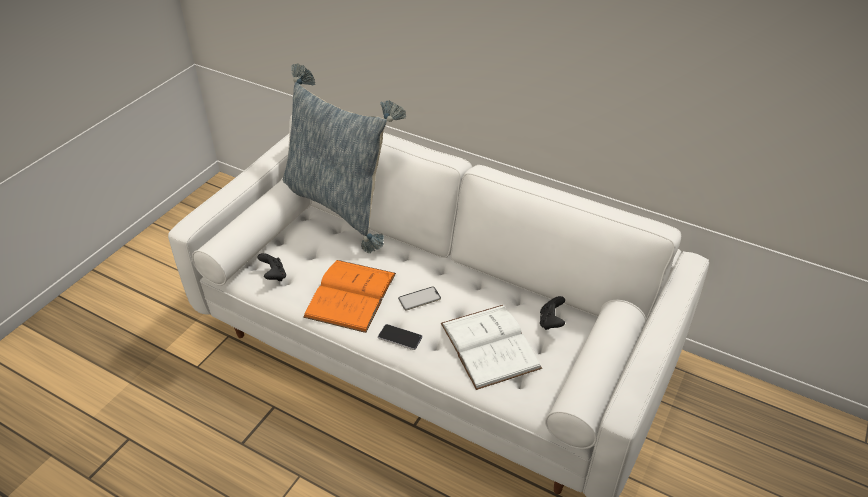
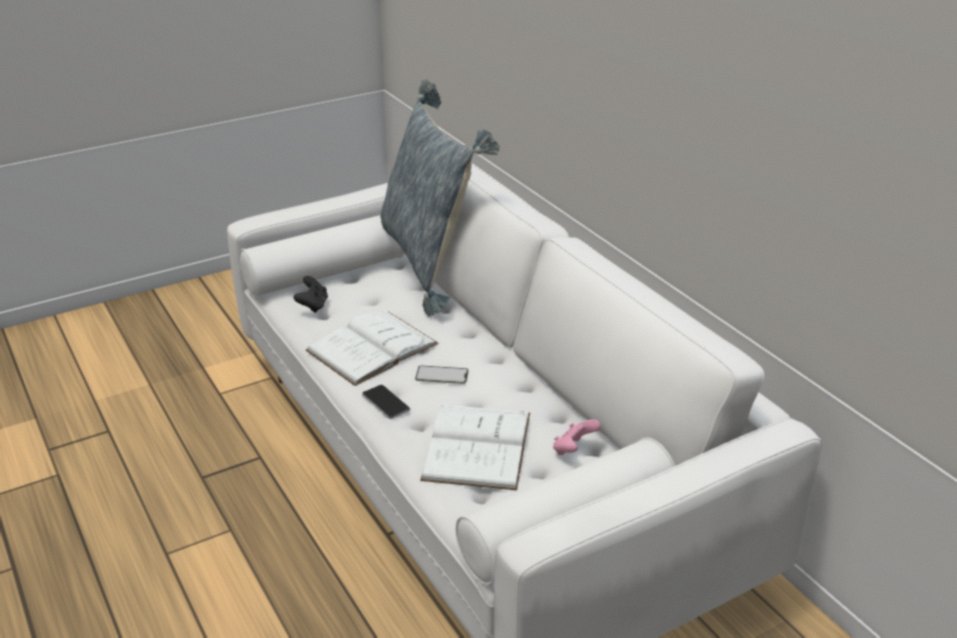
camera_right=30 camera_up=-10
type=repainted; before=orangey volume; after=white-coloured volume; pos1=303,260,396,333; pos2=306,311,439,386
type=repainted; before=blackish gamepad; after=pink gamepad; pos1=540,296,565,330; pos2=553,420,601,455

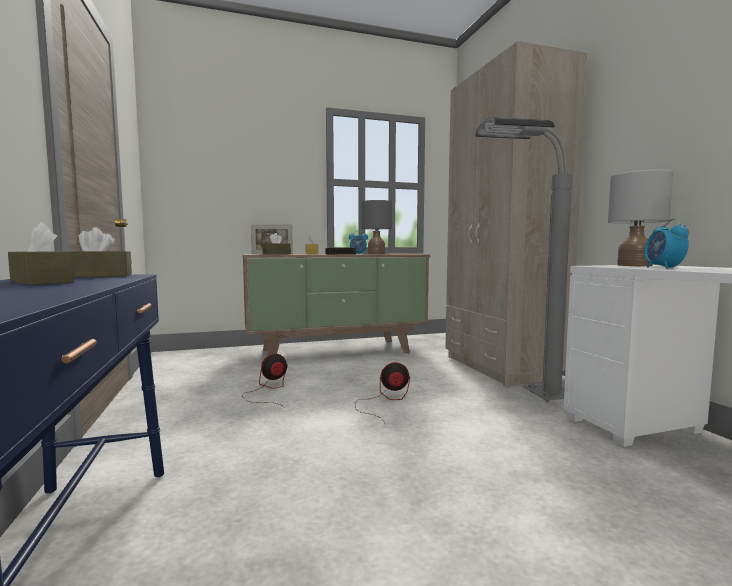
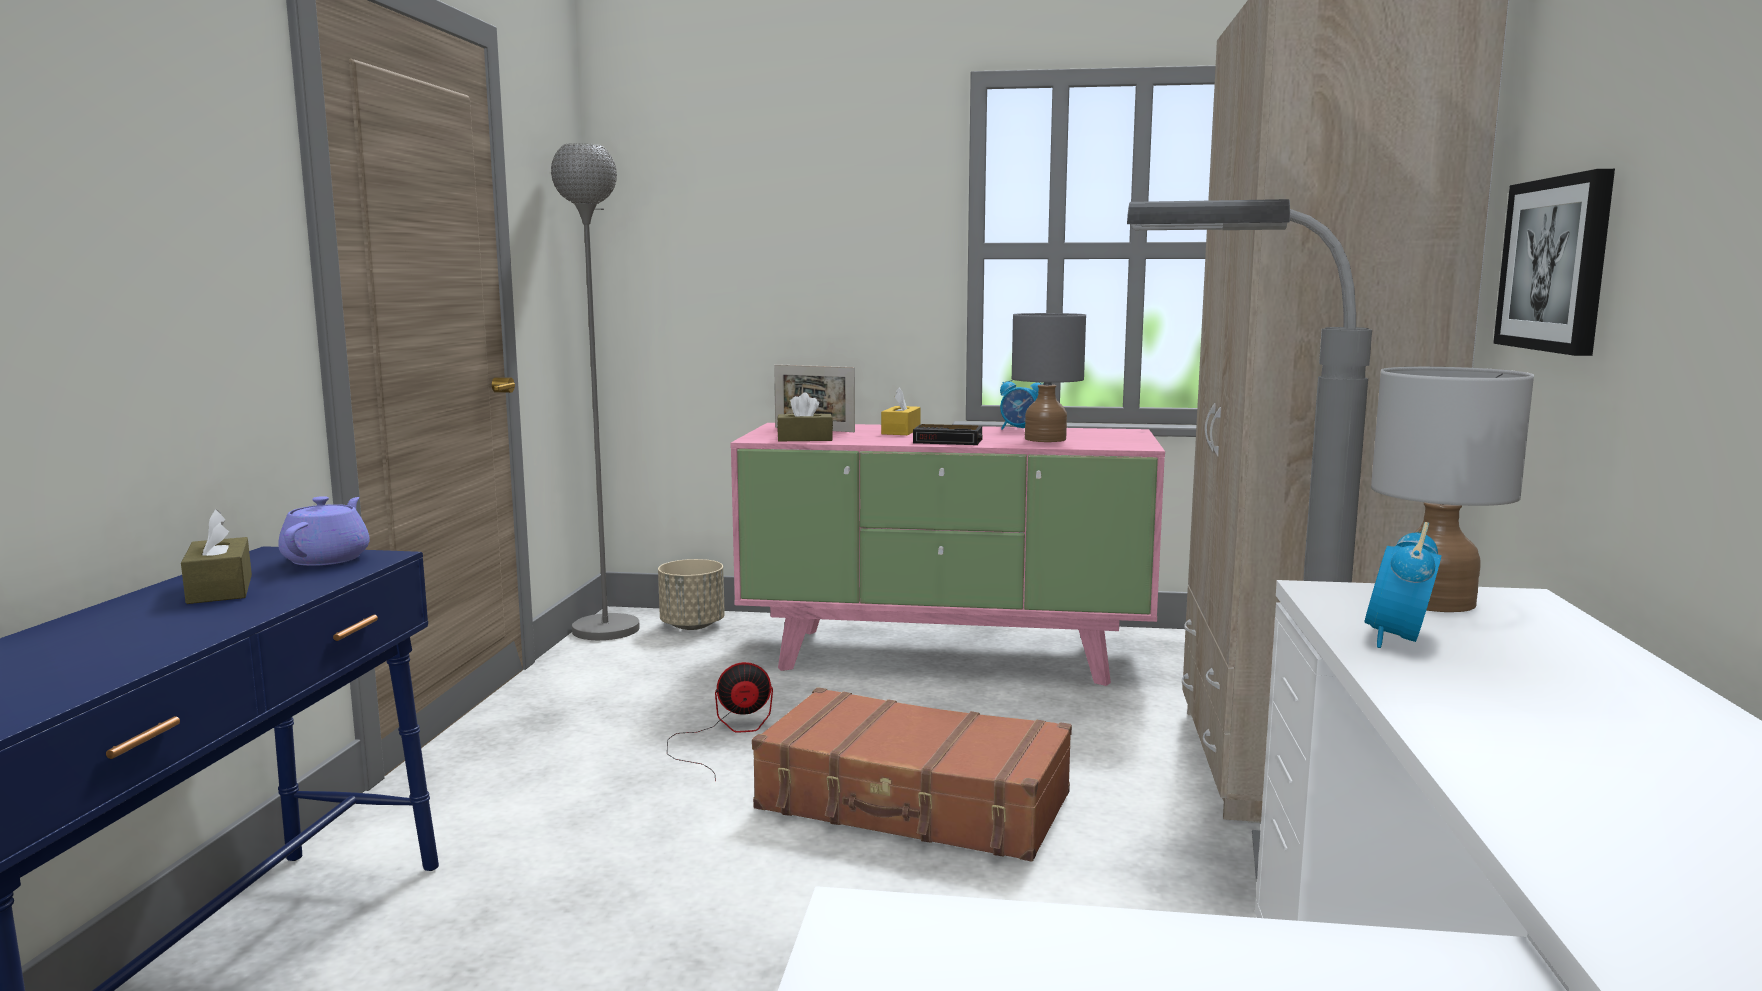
camera_right=25 camera_up=5
type=new; after=grey standing lamp; pos2=551,143,640,640
type=new; after=sand-coloured plant pot; pos2=658,559,725,630
type=new; after=picture; pos2=1493,169,1615,356
type=swapped; before=brownish box of tissues; after=purplish pot for tea; pos1=59,227,132,277; pos2=278,496,370,566
type=swapped; before=electric fan; after=brownish piece of luggage; pos1=355,362,410,424; pos2=752,688,1072,862
type=repainted; before=greenish drawer chest; after=pink drawer chest; pos1=243,254,429,356; pos2=730,423,1165,686

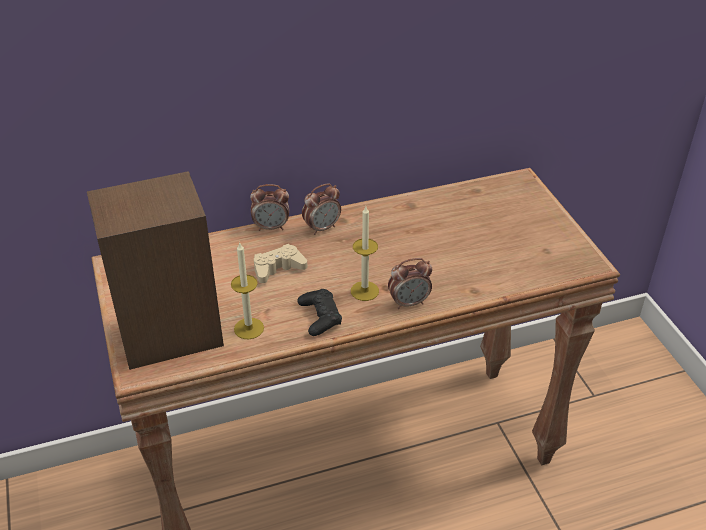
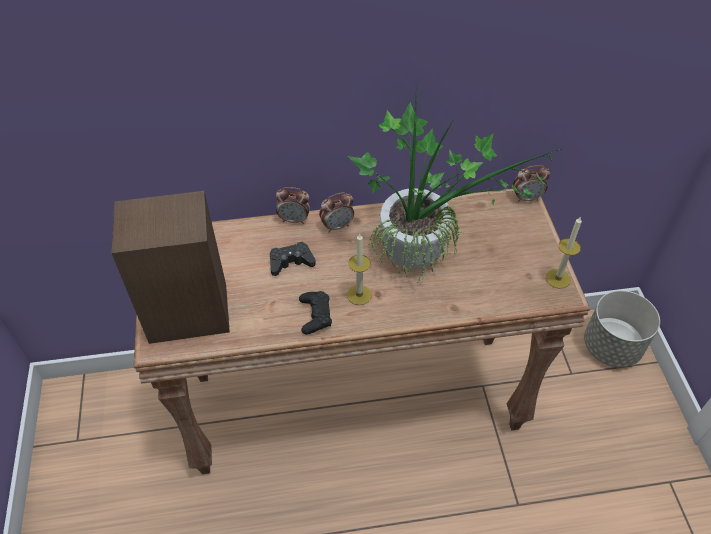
camera_right=10 camera_up=10
type=new; after=potted plant; pos2=348,81,561,285
type=new; after=grey plant pot; pos2=584,290,660,367
type=shifted; before=candle; pos1=231,242,264,339; pos2=546,216,582,289
type=shifted; before=table clock; pos1=388,258,432,309; pos2=513,165,550,202
type=repainted; before=sand-coloured gamepad; after=blackish gamepad; pos1=254,244,308,283; pos2=270,242,316,276

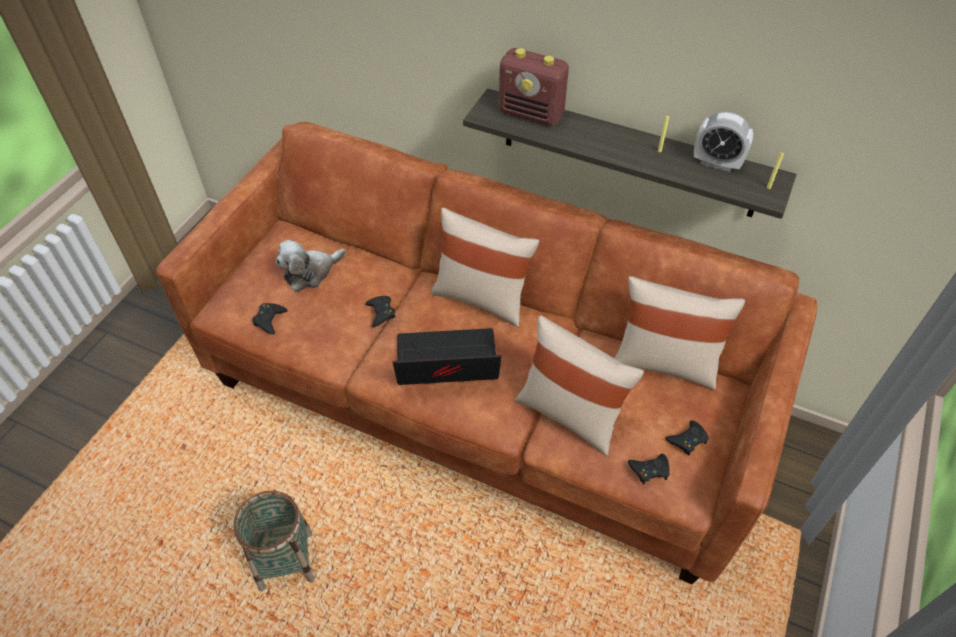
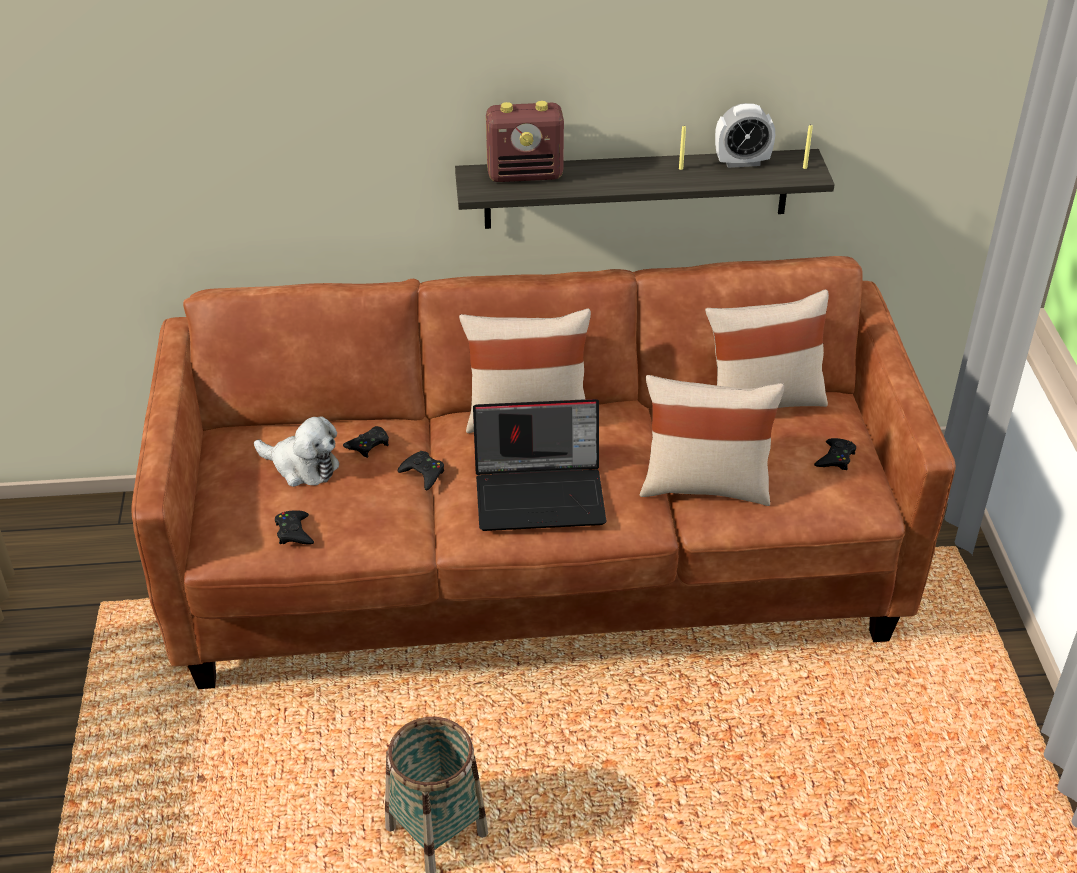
camera_right=-30 camera_up=-10
type=shifted; before=blackish gamepad; pos1=628,454,670,485; pos2=343,426,389,458
type=rotated; before=cuddly toy; pos1=276,240,346,292; pos2=254,416,340,487; turn=-90
type=rotated; before=laptop; pos1=393,328,502,385; pos2=473,399,606,531; turn=-150

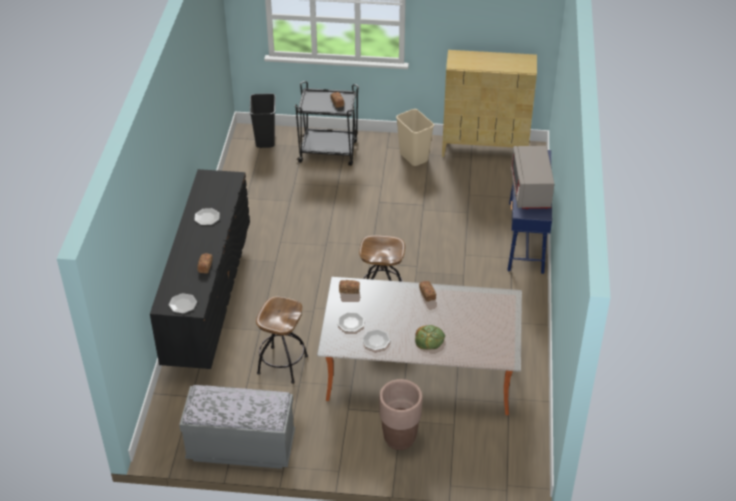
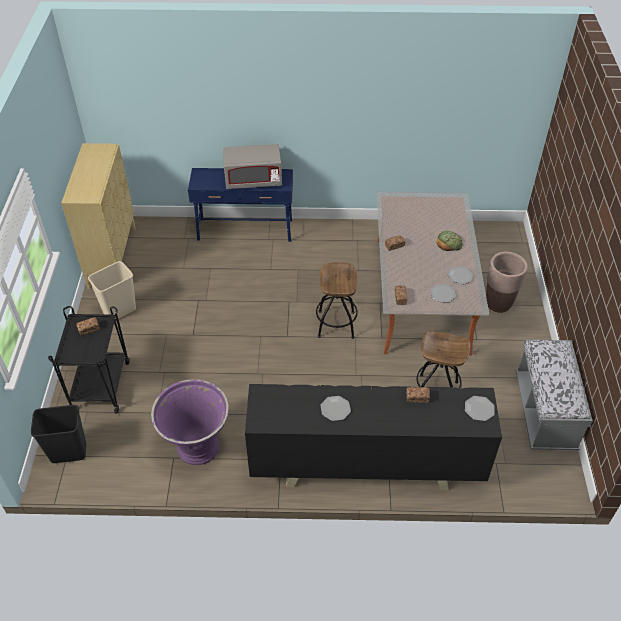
camera_right=-95 camera_up=5
type=new; after=purplish plant pot; pos2=151,379,229,465

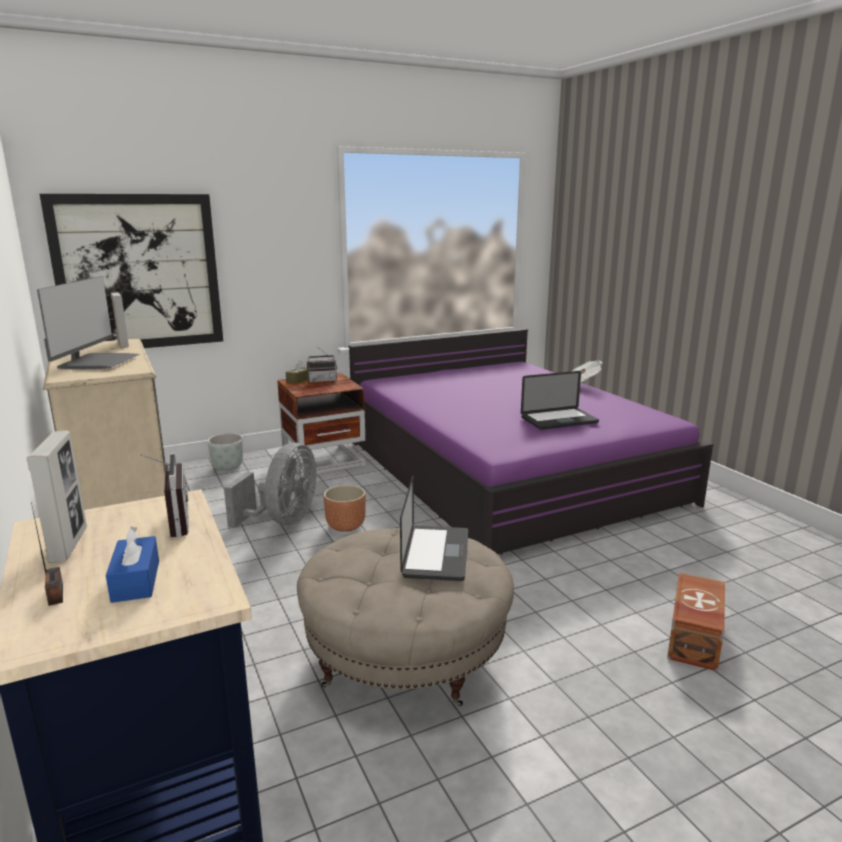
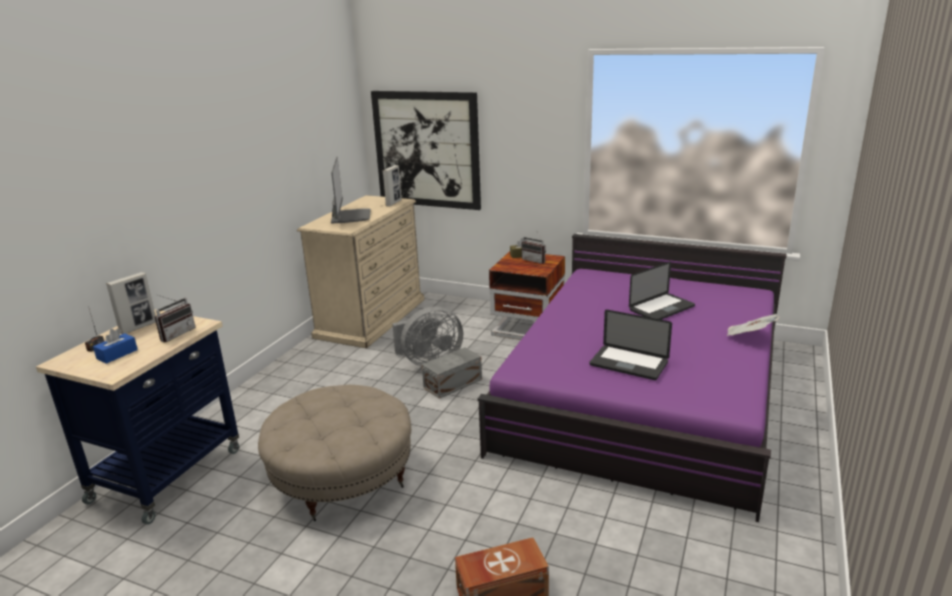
camera_right=50 camera_up=5
type=gone; before=grey plant pot; pos1=207,433,243,471
type=shifted; before=laptop; pos1=400,476,468,581; pos2=629,262,695,320
type=swapped; before=brownish plant pot; after=grey storage box; pos1=324,485,366,532; pos2=422,347,482,399
type=rotated; before=computer display; pos1=37,276,140,369; pos2=331,156,370,223; turn=-60

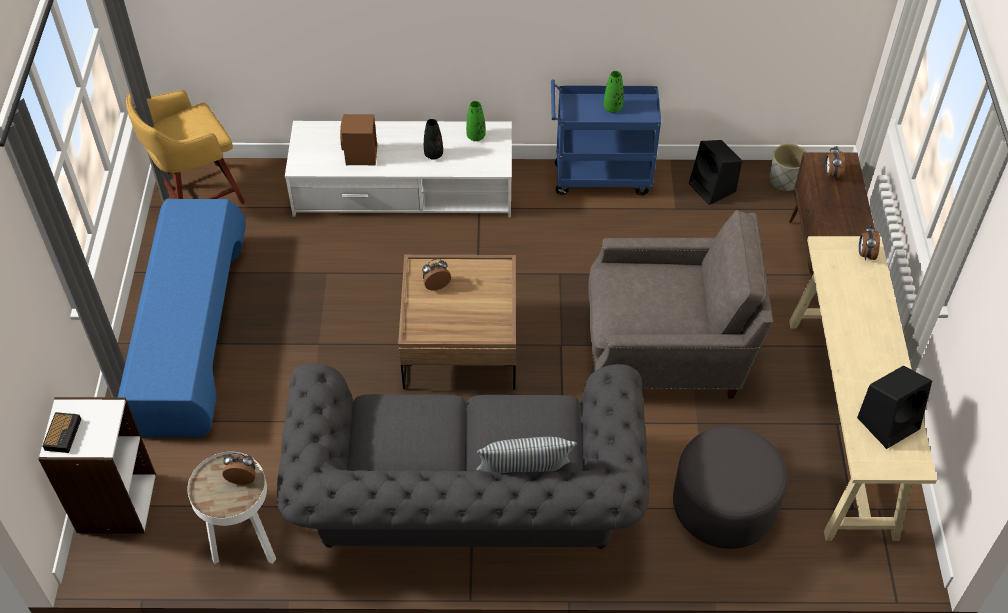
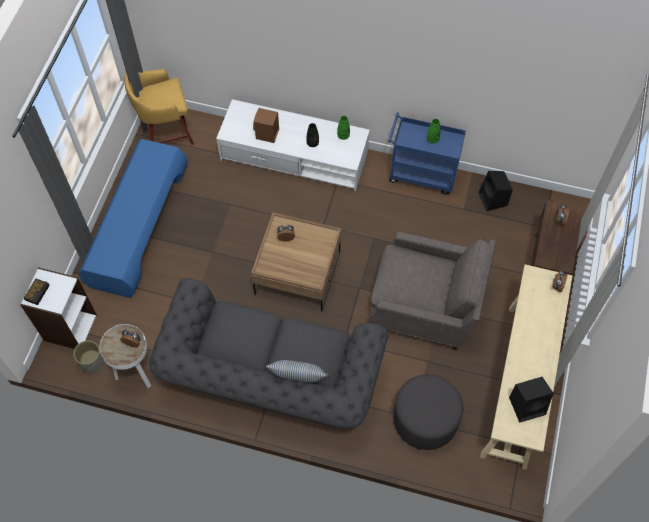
camera_right=15 camera_up=10
type=shifted; before=grey plant pot; pos1=770,144,806,191; pos2=73,340,103,372

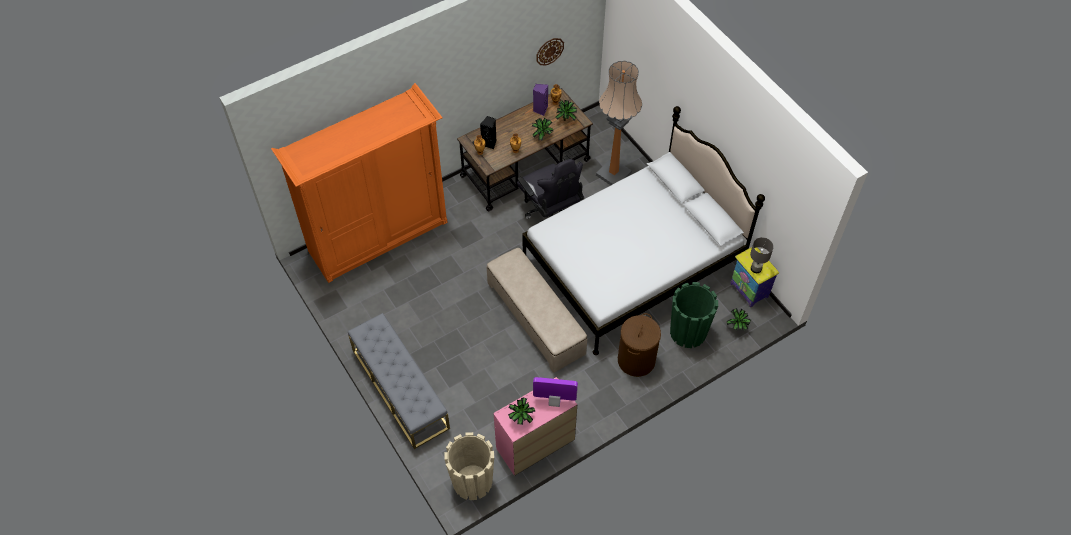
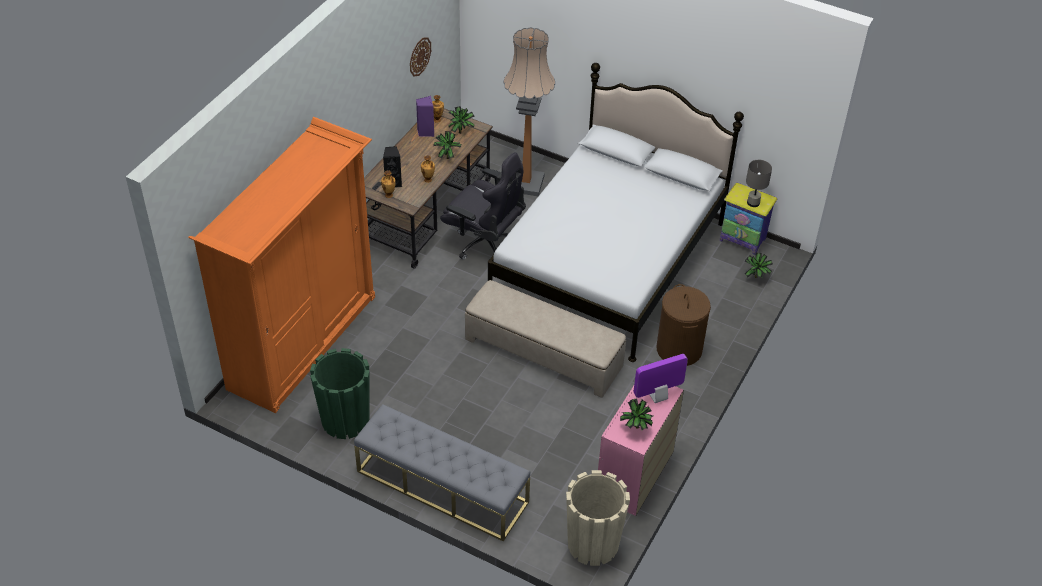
camera_right=-30 camera_up=-10
type=shifted; before=greenish plant pot; pos1=670,282,718,348; pos2=310,348,370,439

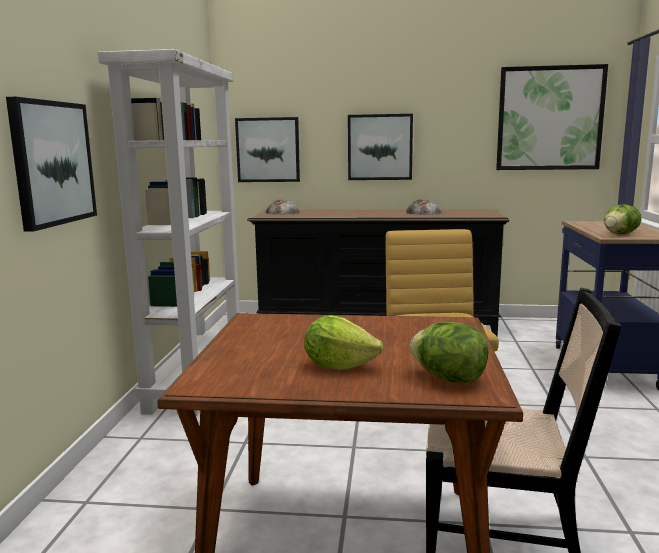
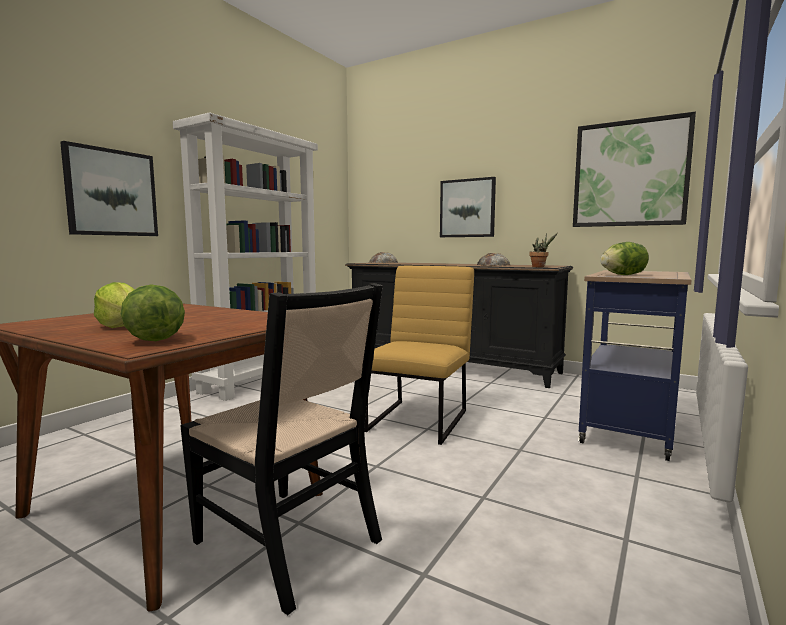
camera_right=25 camera_up=-5
type=gone; before=picture; pos1=235,117,300,182
type=new; after=potted plant; pos2=529,233,558,267

